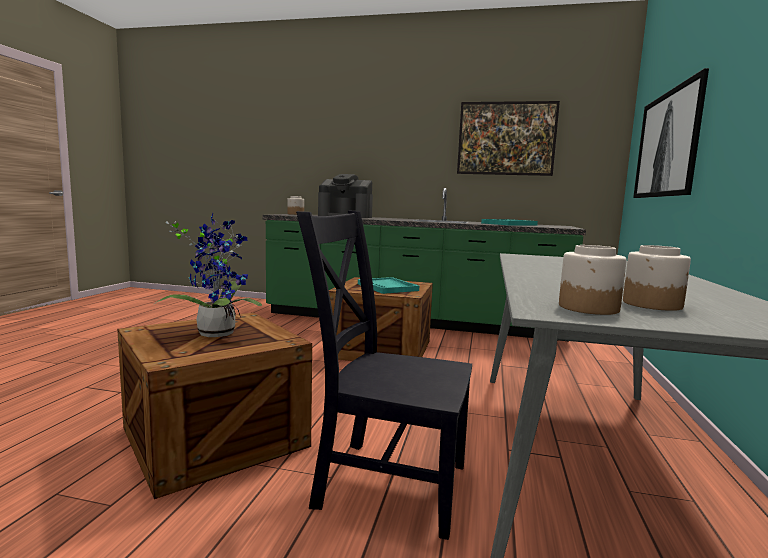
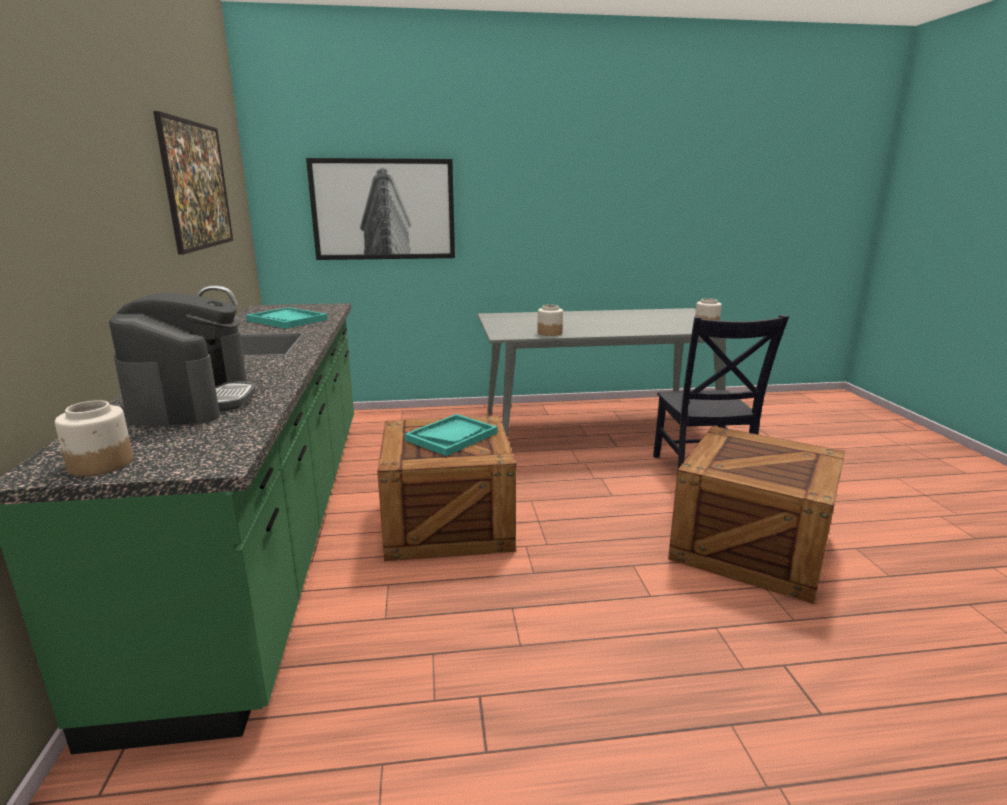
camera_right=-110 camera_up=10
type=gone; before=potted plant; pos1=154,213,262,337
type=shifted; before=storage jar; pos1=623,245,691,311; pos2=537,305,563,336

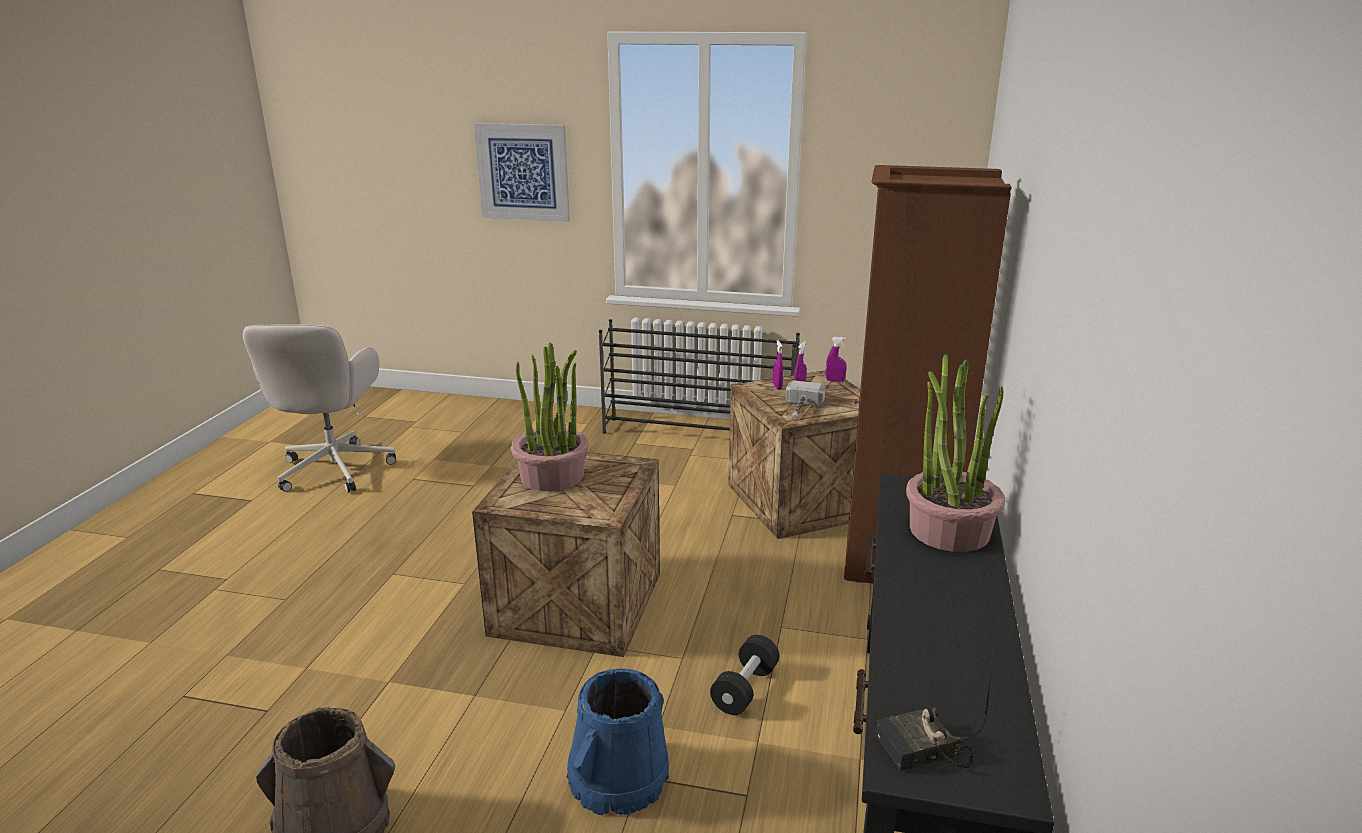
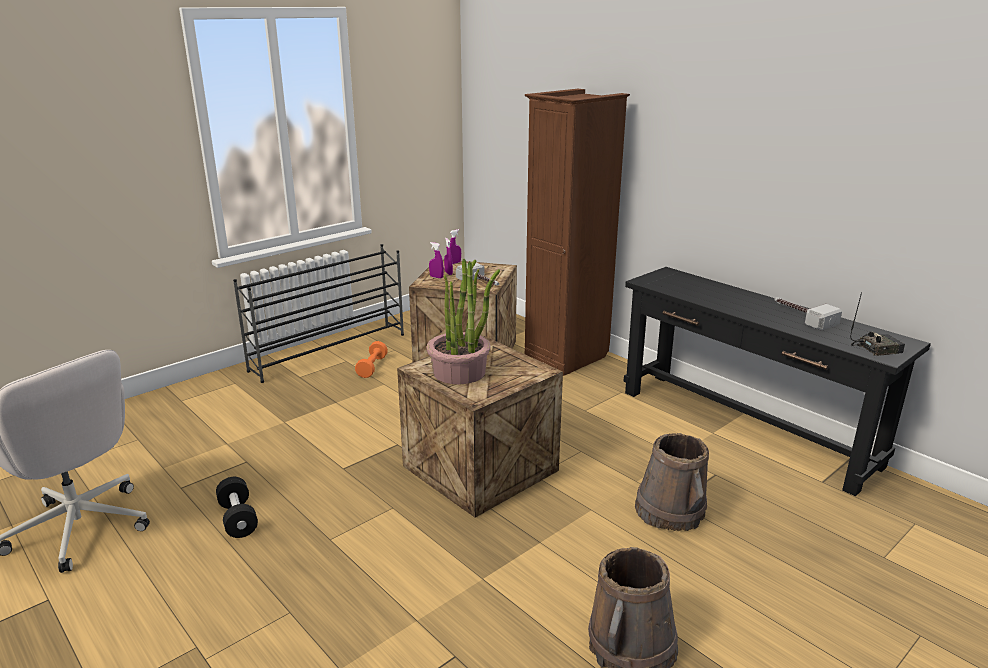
camera_right=-55 camera_up=0
type=gone; before=picture; pos1=474,123,570,222
type=gone; before=potted plant; pos1=906,354,1005,552
type=new; after=orangey dumbbell; pos2=355,341,388,378
type=new; after=hand hammer; pos2=774,297,842,331
type=shifted; before=blackish dumbbell; pos1=710,635,780,715; pos2=216,477,258,538
type=repainted; before=bluish bucket; after=brownish bucket; pos1=566,669,669,815; pos2=635,433,709,531
type=rotated; before=radio; pos1=875,645,995,771; pos2=850,292,905,356; turn=-120

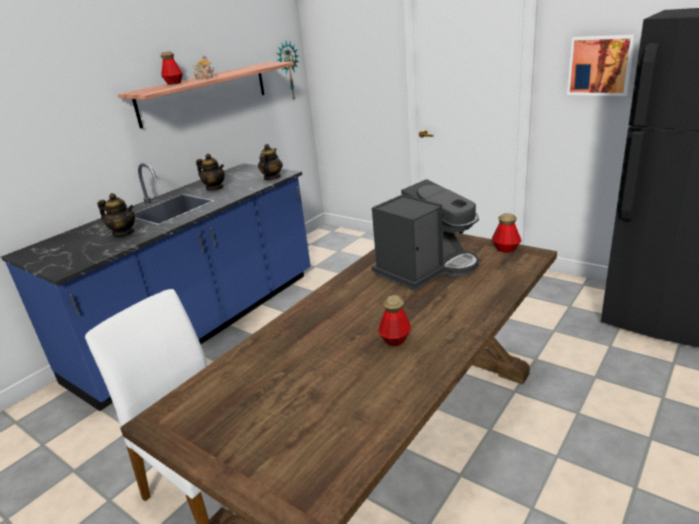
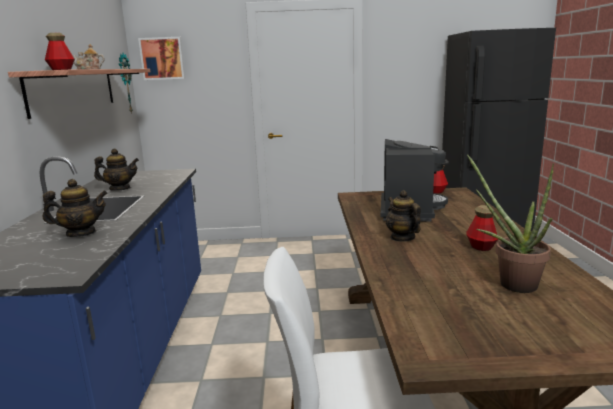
camera_right=-40 camera_up=-10
type=new; after=potted plant; pos2=467,154,554,293
type=shifted; before=pot for tea; pos1=258,144,283,180; pos2=386,190,421,242
type=shifted; before=picture; pos1=567,35,635,96; pos2=138,37,185,80

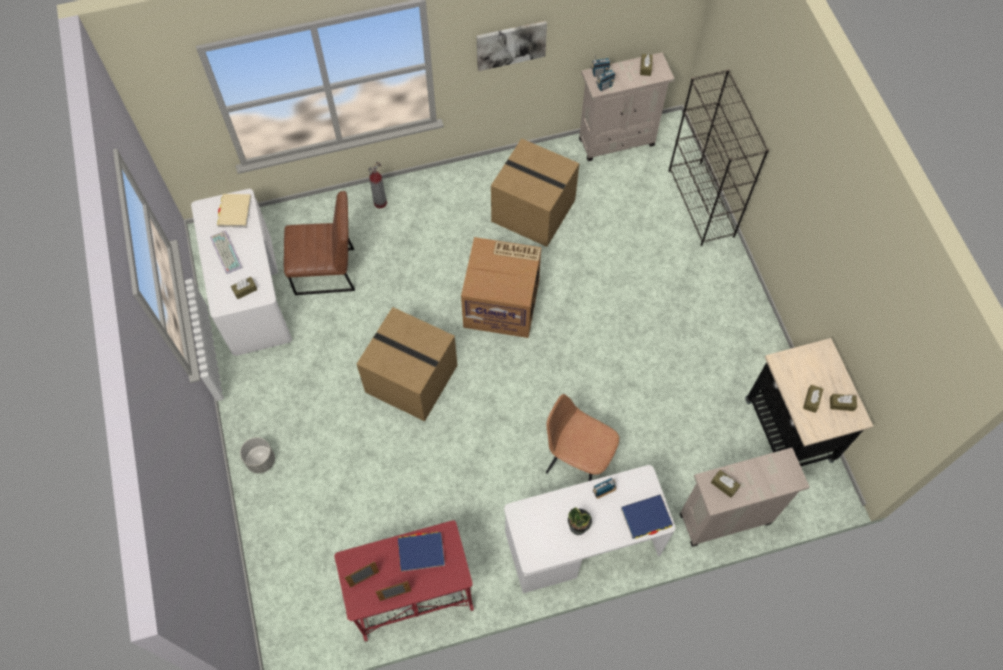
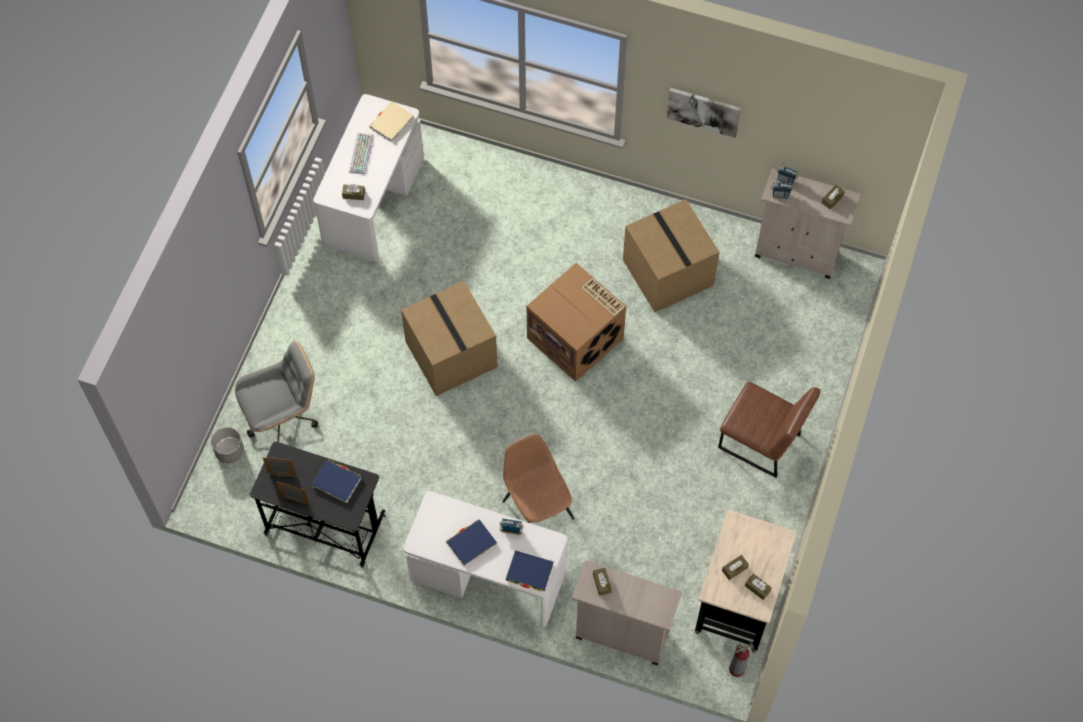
camera_right=35 camera_up=0
type=gone; before=blackish bookcase; pos1=668,69,769,246
type=new; after=grey desk chair; pos2=235,341,318,442
type=shifted; before=grey plant pot; pos1=240,437,275,473; pos2=211,427,244,463
type=shifted; before=brownish upright chair; pos1=284,191,355,295; pos2=718,382,820,478
type=shifted; before=fire-fighting cylinder; pos1=368,162,387,208; pos2=729,642,754,677
type=swapped; before=potted plant; after=bluish volume; pos1=568,507,592,535; pos2=446,520,497,566
type=repainted; before=red-coloured desk unit; after=blackish desk unit; pos1=334,520,474,641; pos2=250,441,386,568

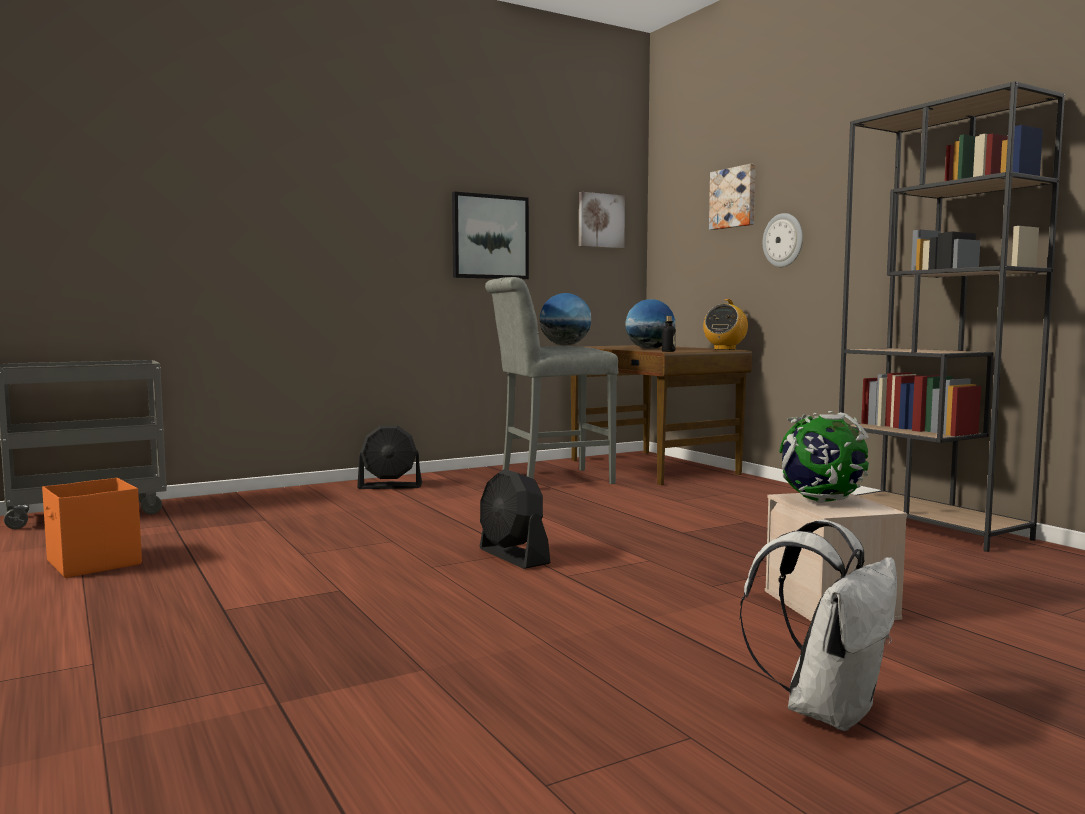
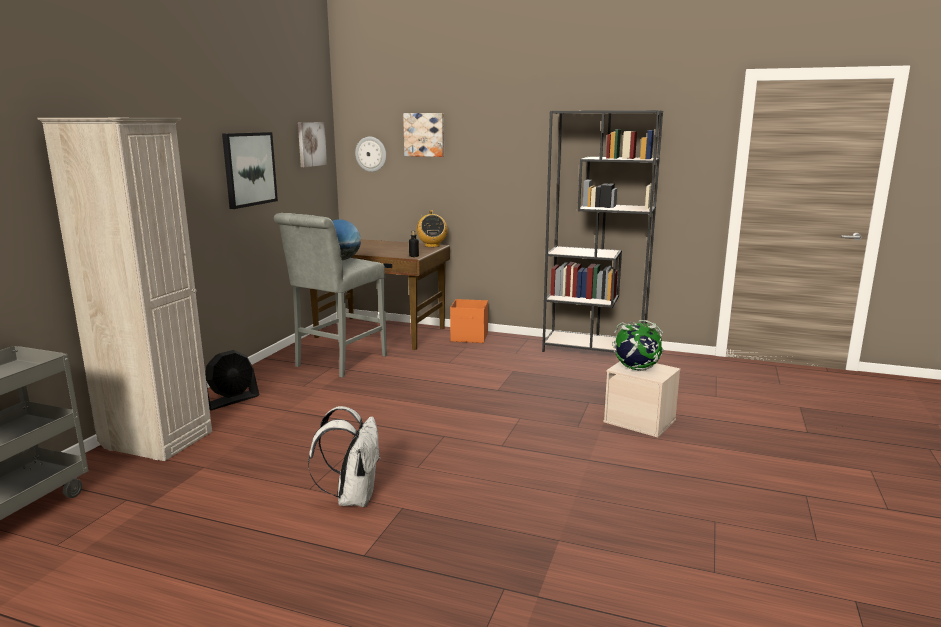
camera_right=-40 camera_up=10
type=gone; before=blackish electric fan; pos1=480,469,550,569
type=gone; before=world globe; pos1=625,299,675,349
type=new; after=sand-coloured cabinet; pos2=37,118,212,461
type=shifted; before=orangey storage box; pos1=42,478,142,578; pos2=450,299,488,343
type=shifted; before=white-coloured backpack; pos1=739,519,897,731; pos2=308,406,380,507
type=shifted; before=hanging clock; pos1=763,213,803,267; pos2=355,137,386,172

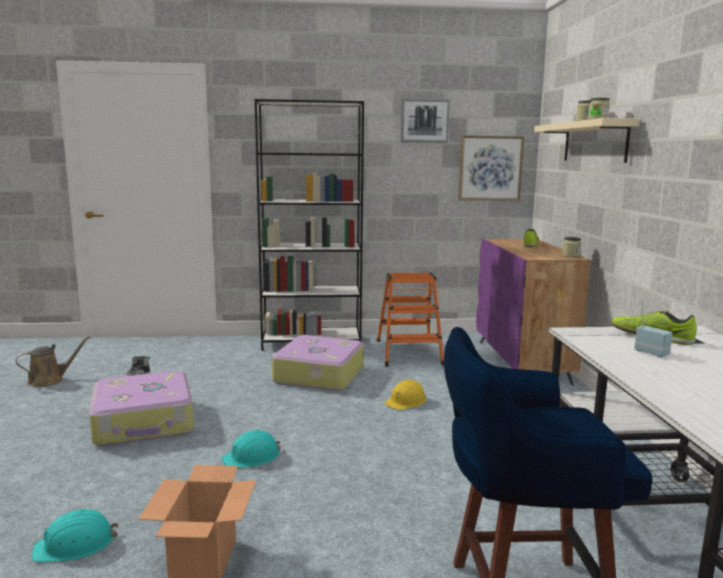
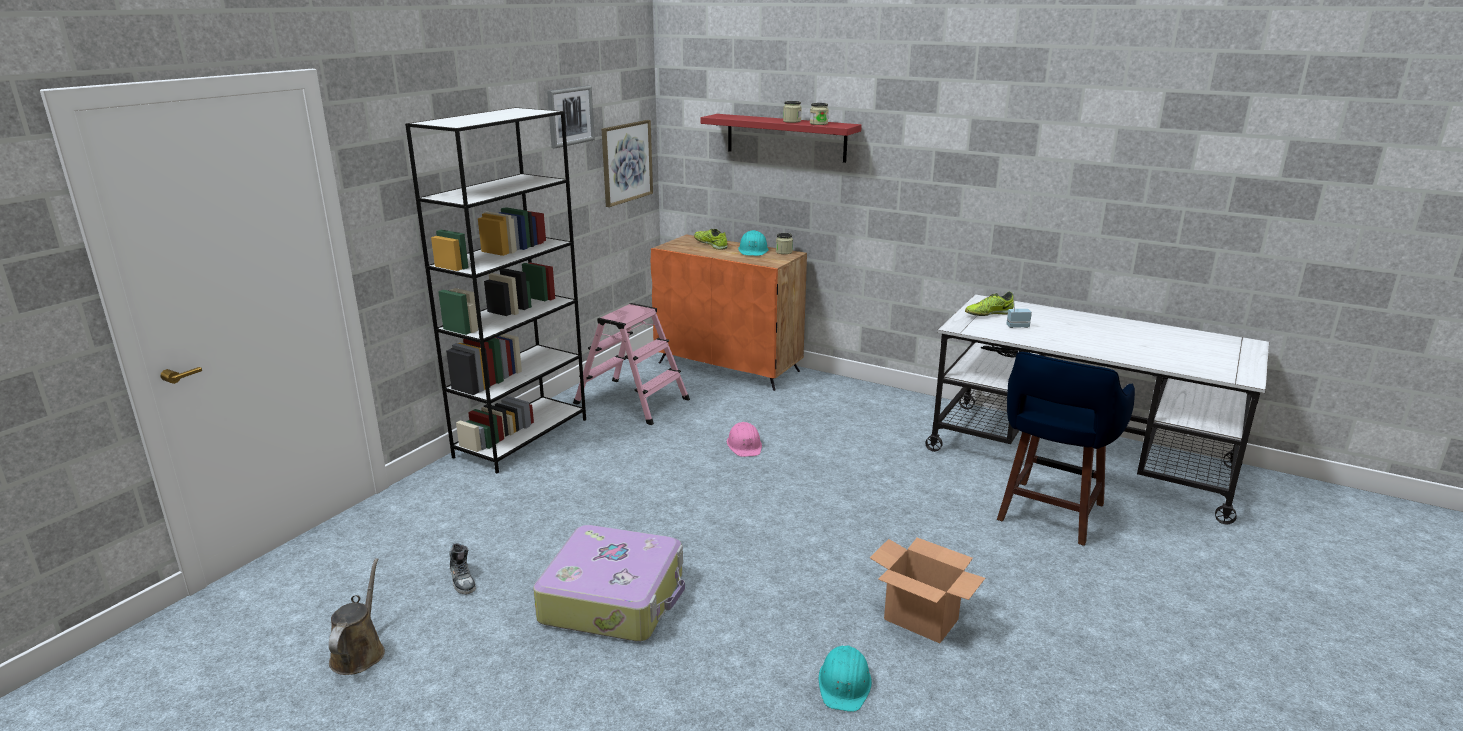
camera_right=-55 camera_up=10
type=gone; before=piece of luggage; pos1=271,335,364,391
type=shifted; before=turquoise-coloured hard hat; pos1=222,430,281,468; pos2=738,230,769,256
type=repainted; before=orangey step ladder; after=pink step ladder; pos1=377,273,444,367; pos2=573,303,690,425
type=repainted; before=yellowish hard hat; after=pink hard hat; pos1=385,379,426,410; pos2=727,422,762,457
type=repainted; before=purplish cabinet; after=orangey cabinet; pos1=476,239,591,385; pos2=651,234,807,391
type=repainted; before=sand-coloured wall shelf; after=red-coloured wall shelf; pos1=534,118,640,163; pos2=700,114,862,163

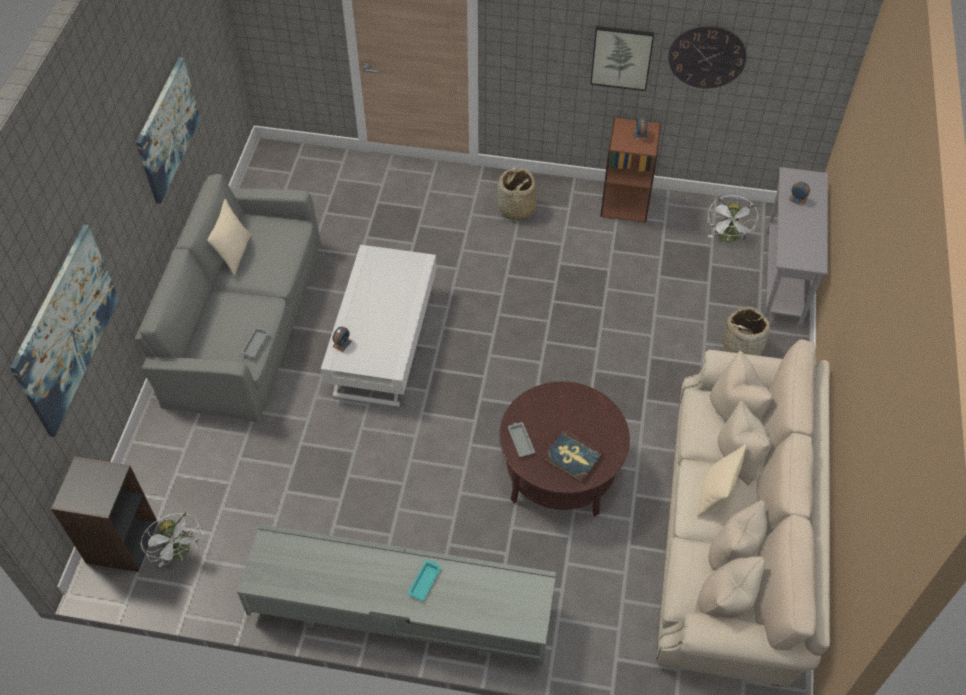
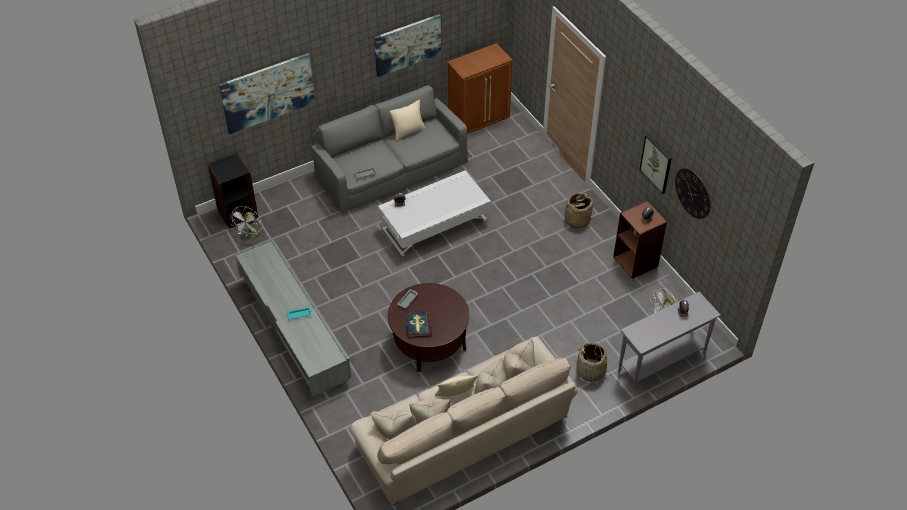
camera_right=50 camera_up=-5
type=new; after=brownish cabinet; pos2=447,43,513,134

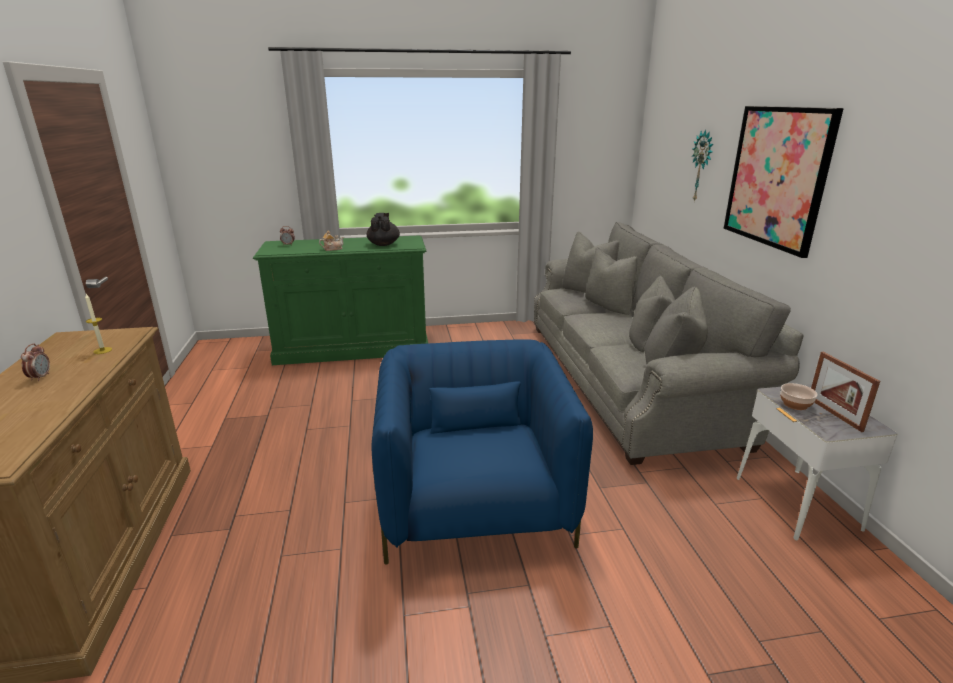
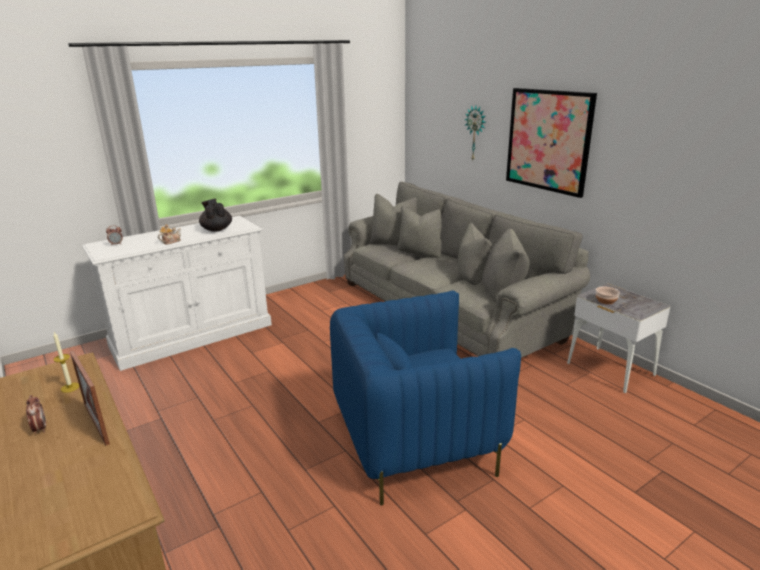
camera_right=-25 camera_up=0
type=shifted; before=photo frame; pos1=811,352,880,432; pos2=70,351,110,445
type=repainted; before=greenish cabinet; after=white-coloured cabinet; pos1=253,235,428,365; pos2=82,216,272,371
type=rotated; before=bluish lounge chair; pos1=372,339,593,565; pos2=330,291,521,506; turn=-75

